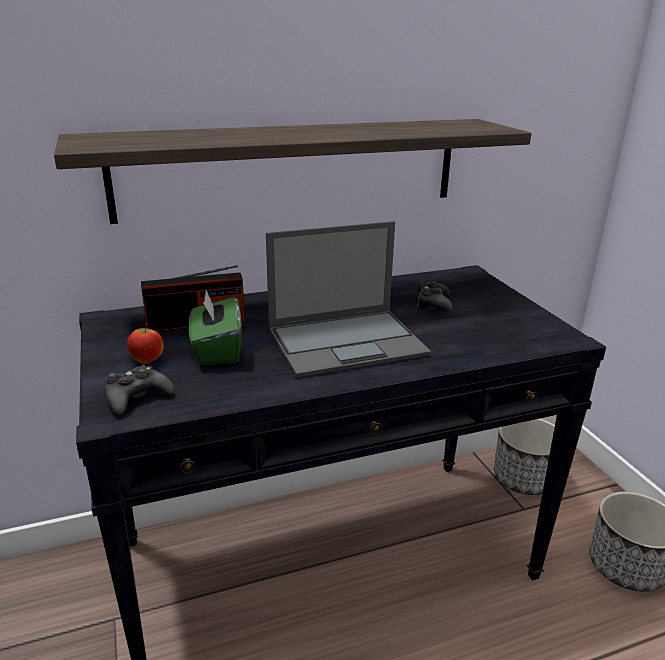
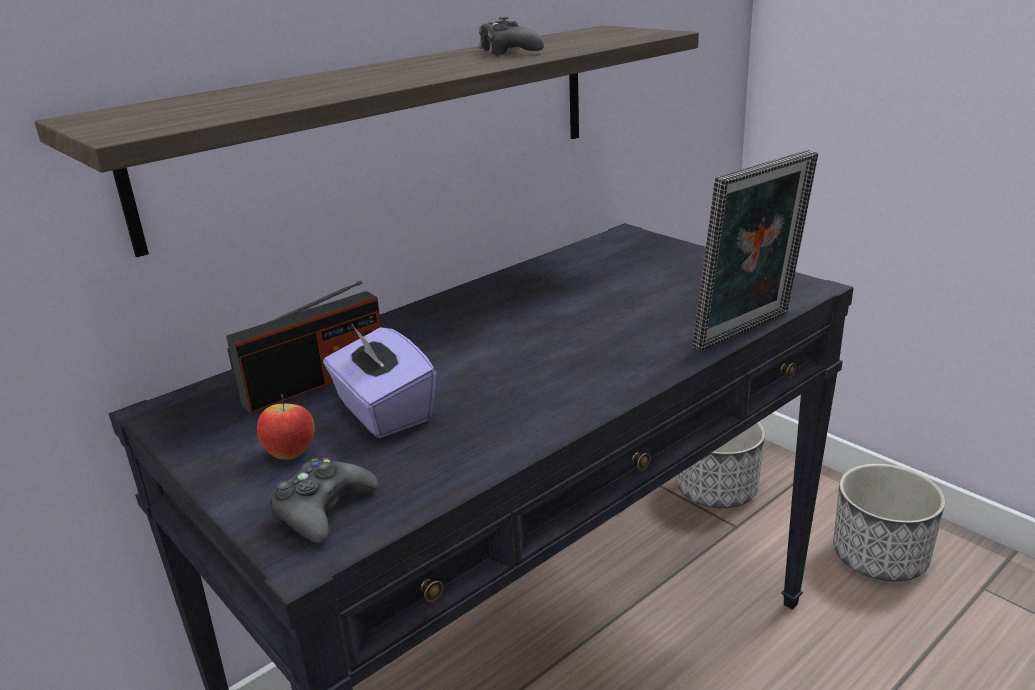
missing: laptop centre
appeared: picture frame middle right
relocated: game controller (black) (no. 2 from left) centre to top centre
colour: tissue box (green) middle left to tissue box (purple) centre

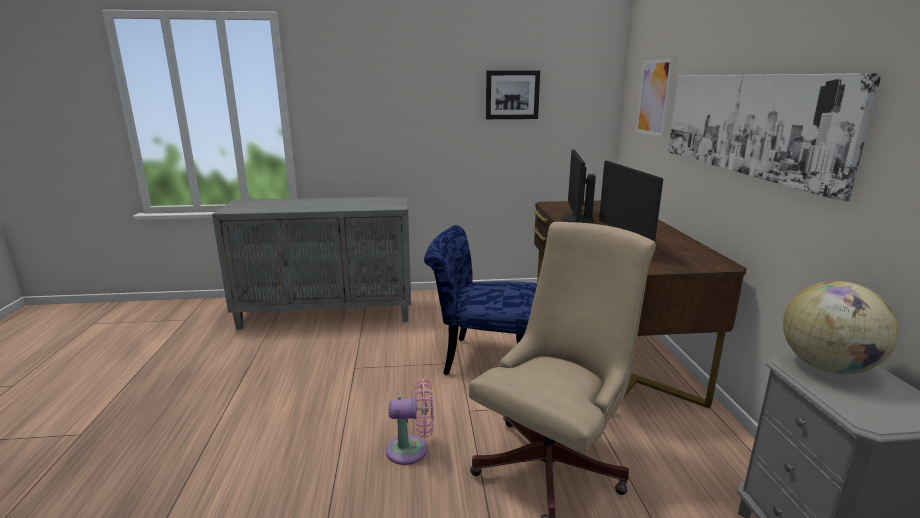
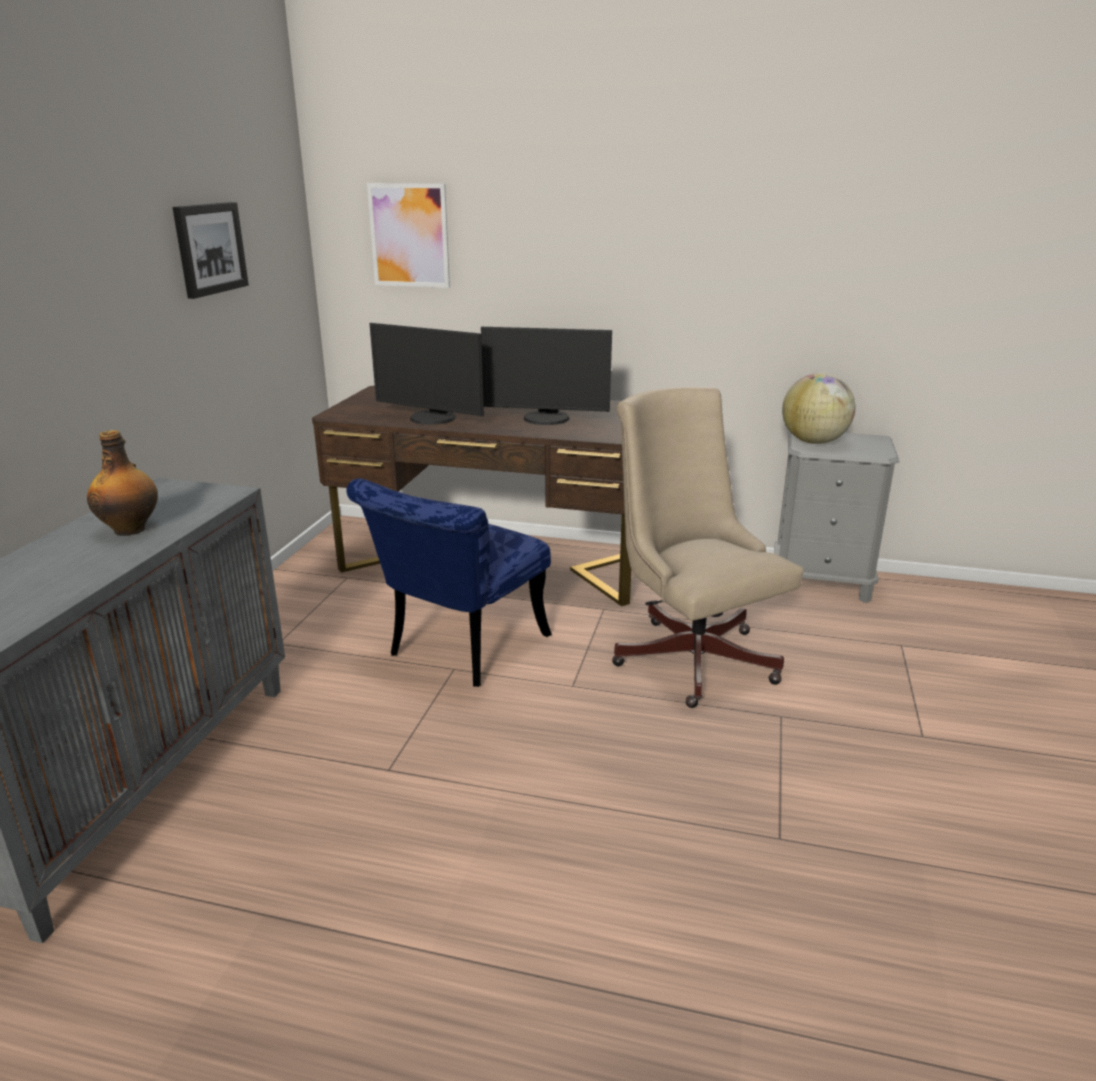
missing: fan (pink) bottom centre; picture (no. 3 from left) top right
appeared: bottle middle left

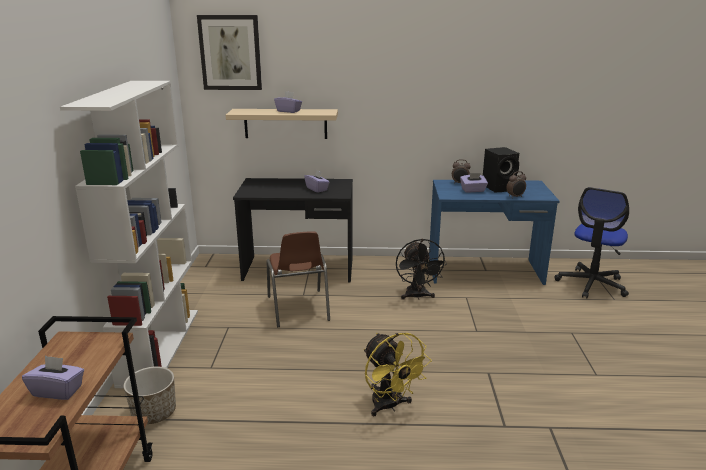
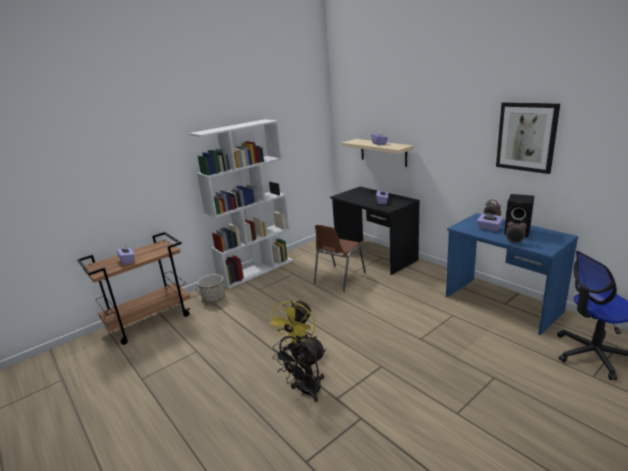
relocated: fan (black) centre to bottom centre; picture top left to top right

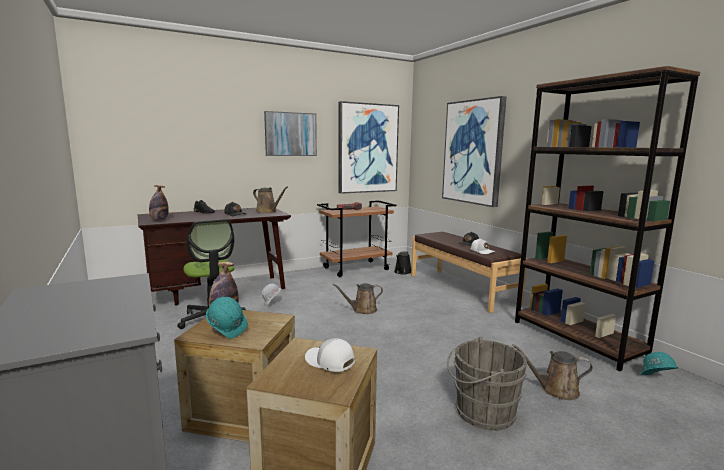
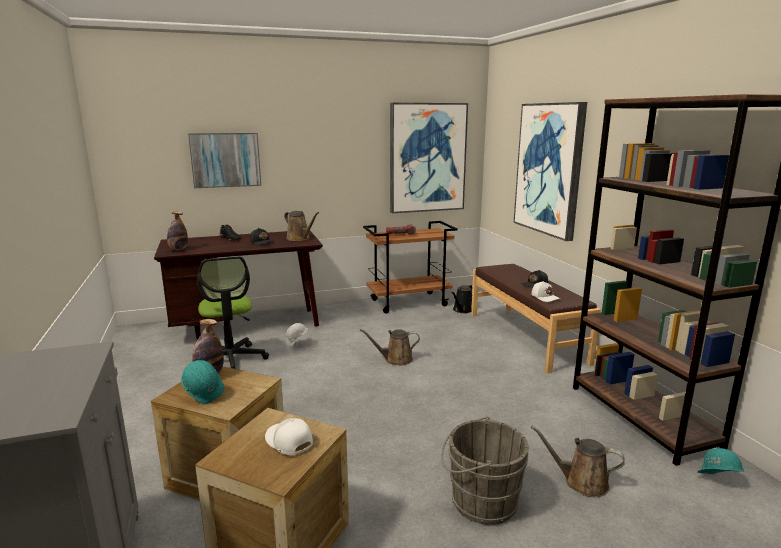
relocated: picture (no. 1 from left) top centre to top left

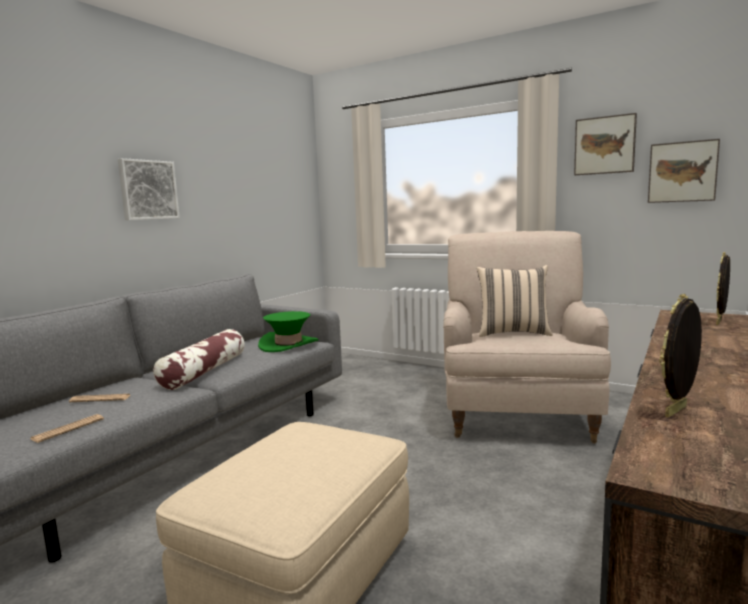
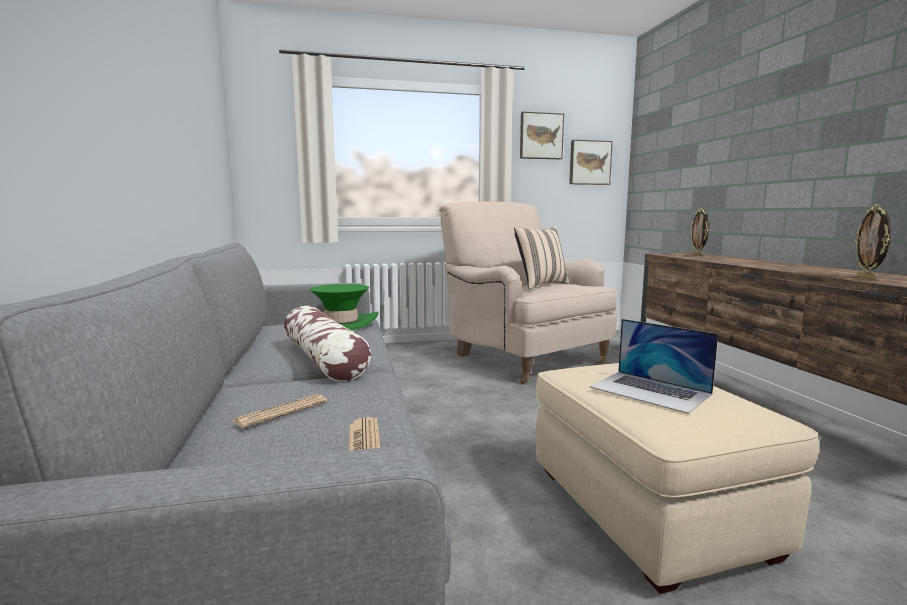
missing: picture (no. 1 from left) top left
appeared: laptop middle right

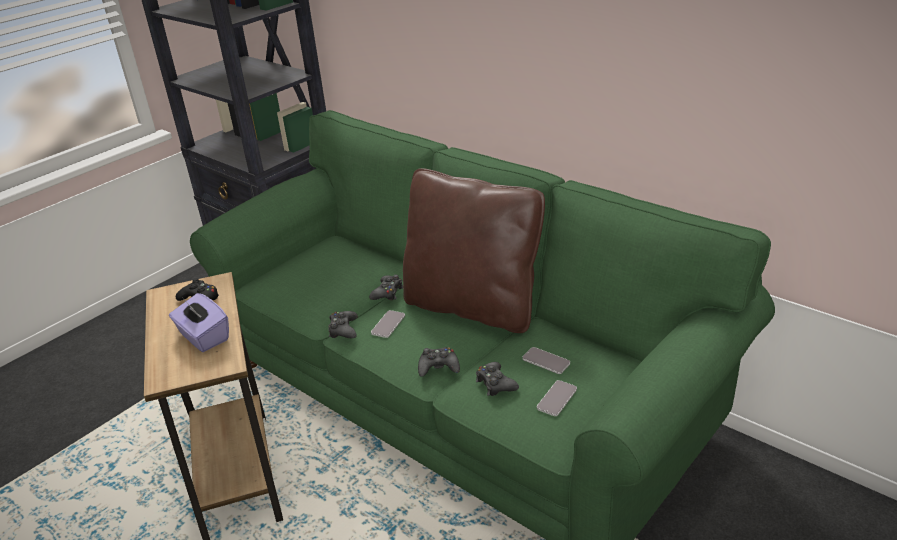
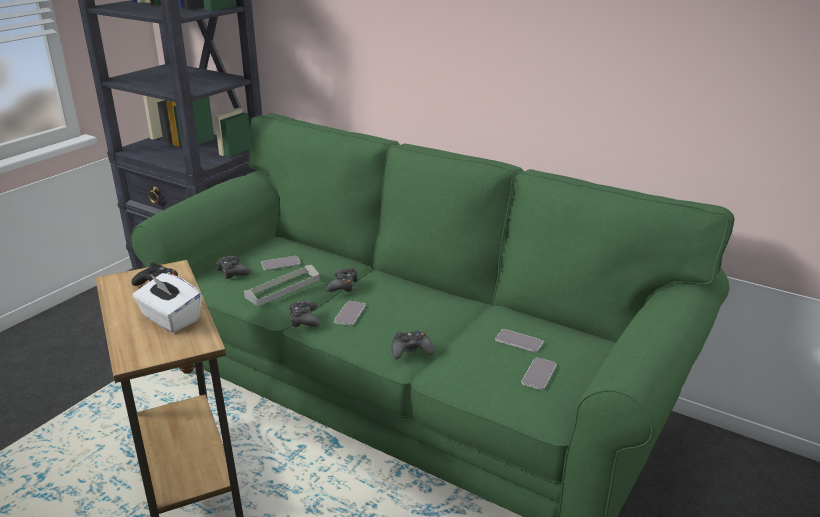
missing: pillow (brown) centre
appeared: tray (grey) centre; phone (no. 1 from left) centre
relocated: game controller (black) (no. 5 from left in the first image) bottom centre to game controller (black) (no. 2 from left) middle left
colour: tissue box (purple) middle left to tissue box (white) middle left

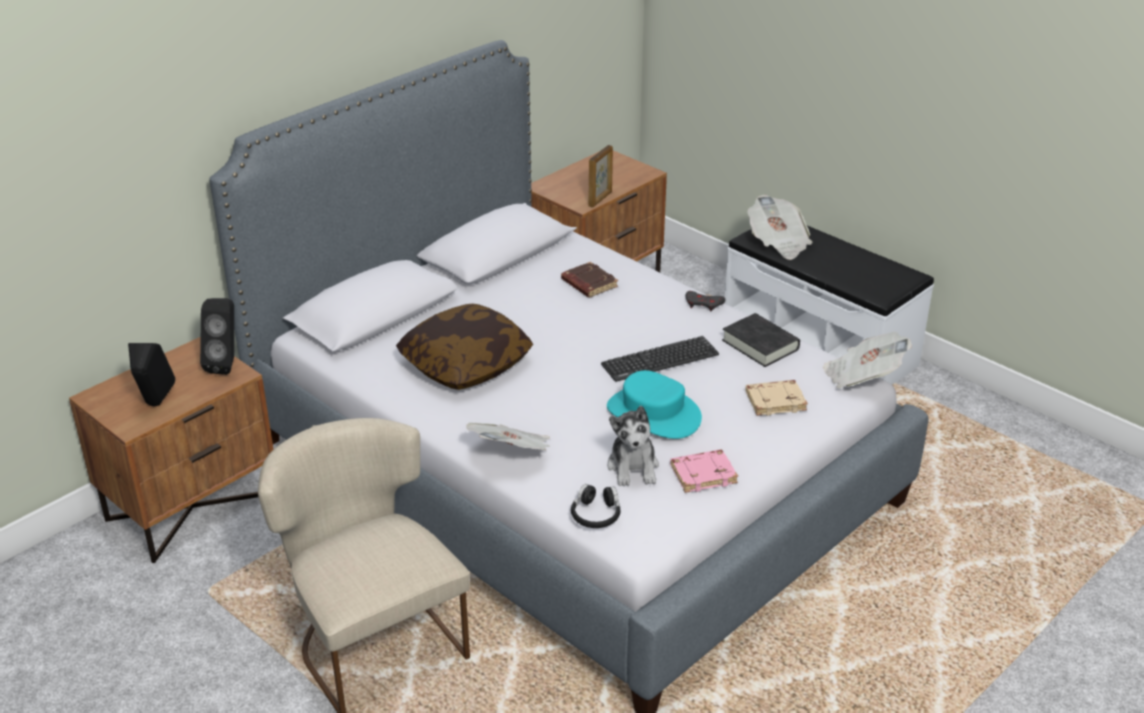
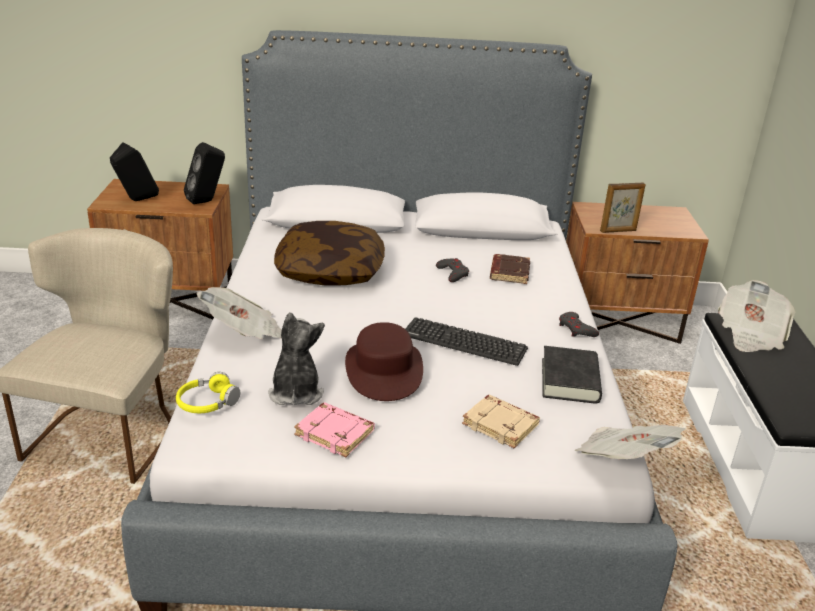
appeared: game controller (grey) (no. 1 from left) centre
colour: headphones (black) bottom centre to headphones (yellow) middle left; hat (turquoise) centre to hat (brown) centre
spun: plush toy centre = centre 135 degrees clockwise

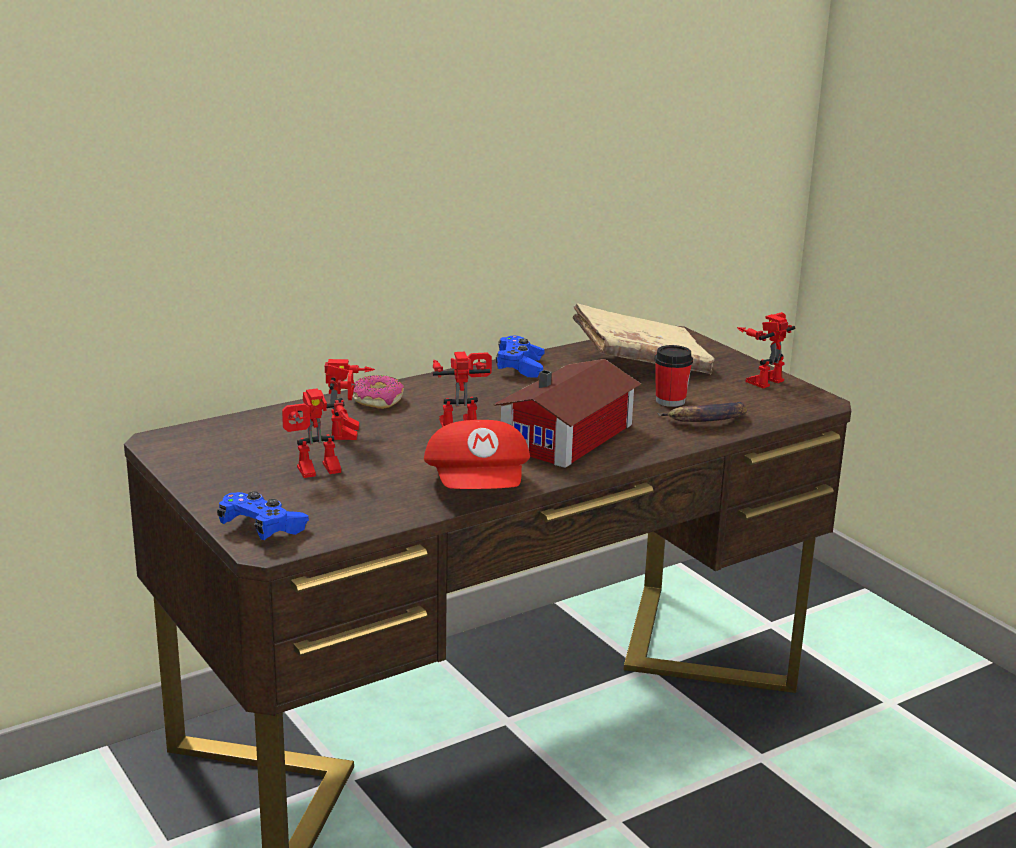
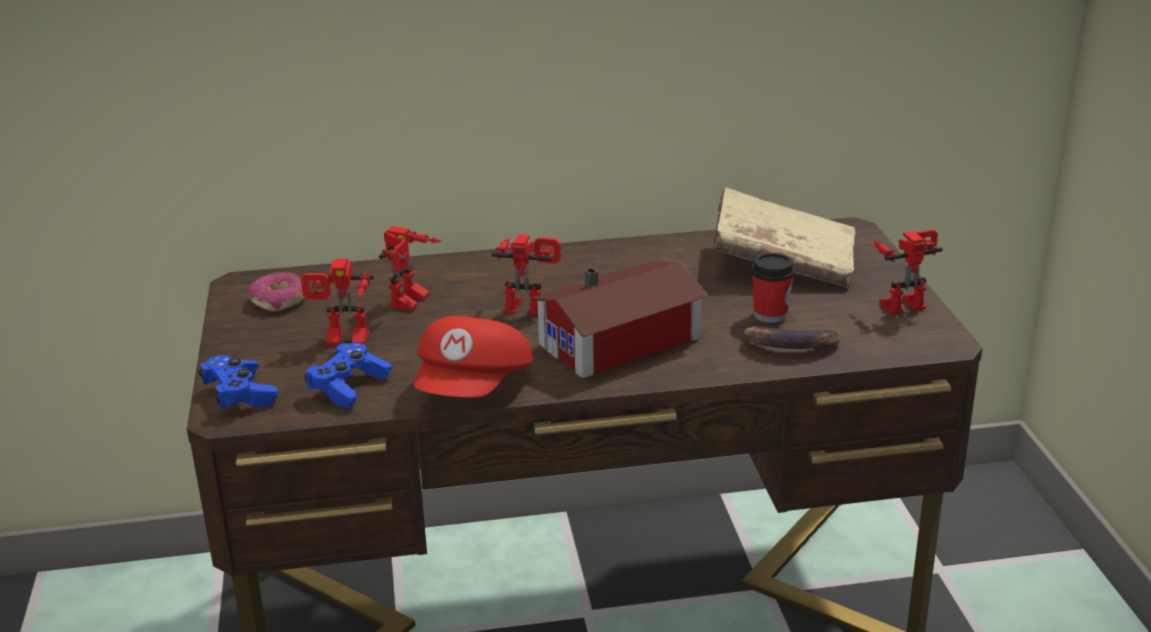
relocated: donut centre to middle left; game controller (blue) (no. 2 from left) centre to middle left

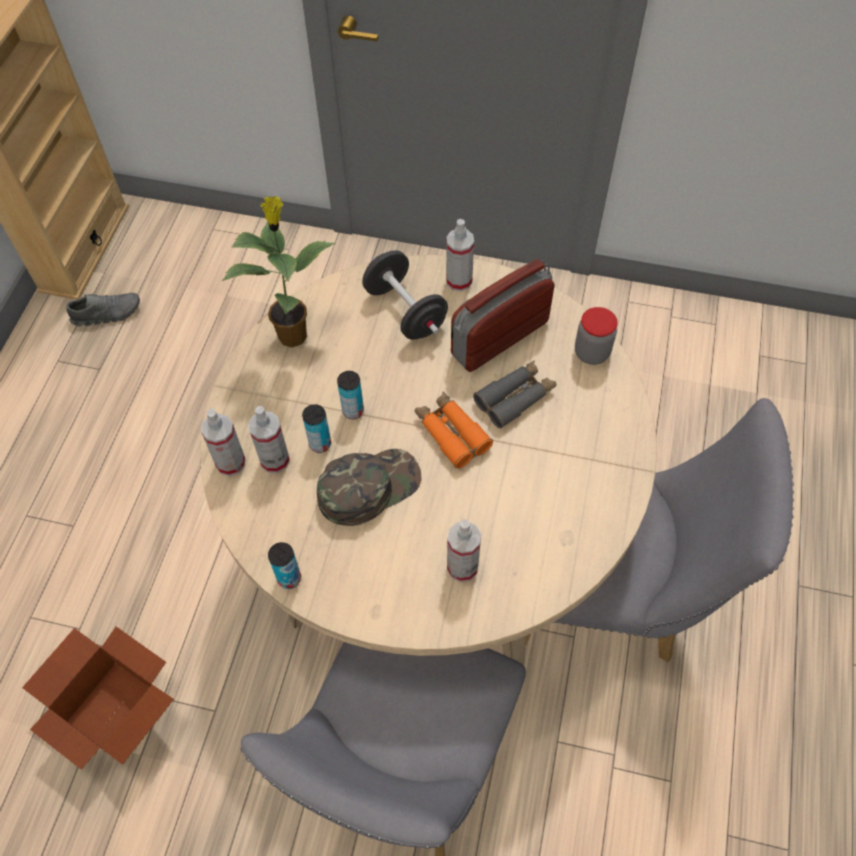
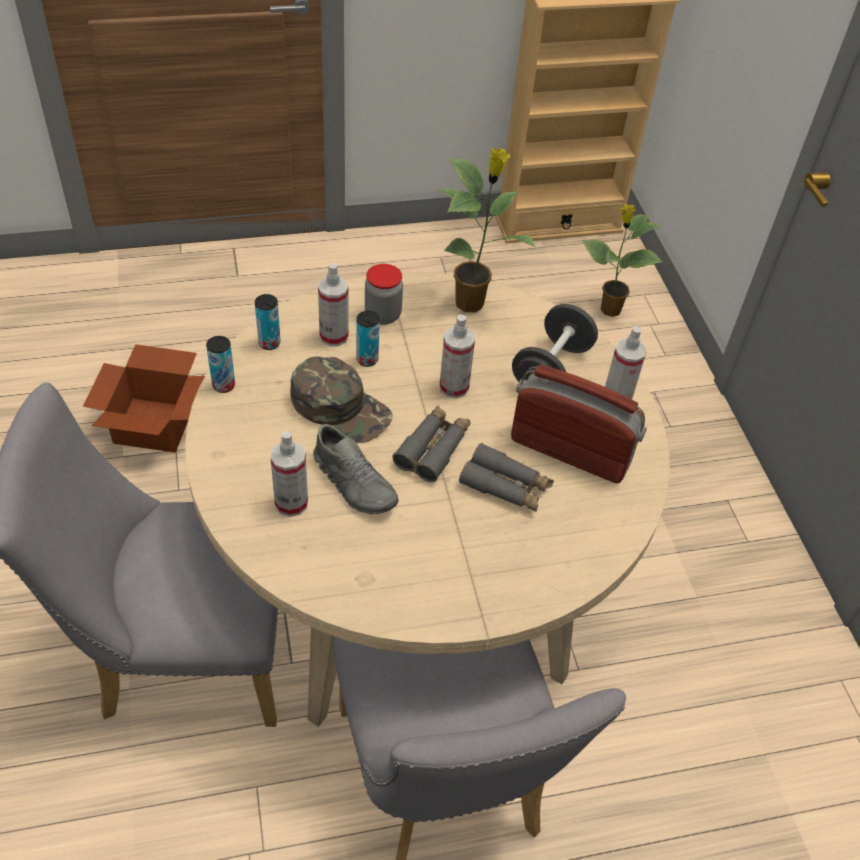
appeared: potted plant (no. 2 from left) top right
relocated: can (no. 3 from left in the first image) centre to can (no. 2 from left) middle left; shoe (grey) middle left to centre; jar middle right to centre; spray bottle (no. 1 from left in the first image) middle left to spray bottle (no. 3 from left) centre
colour: binoculars (orange) centre to binoculars (grey) (no. 1 from left) centre

